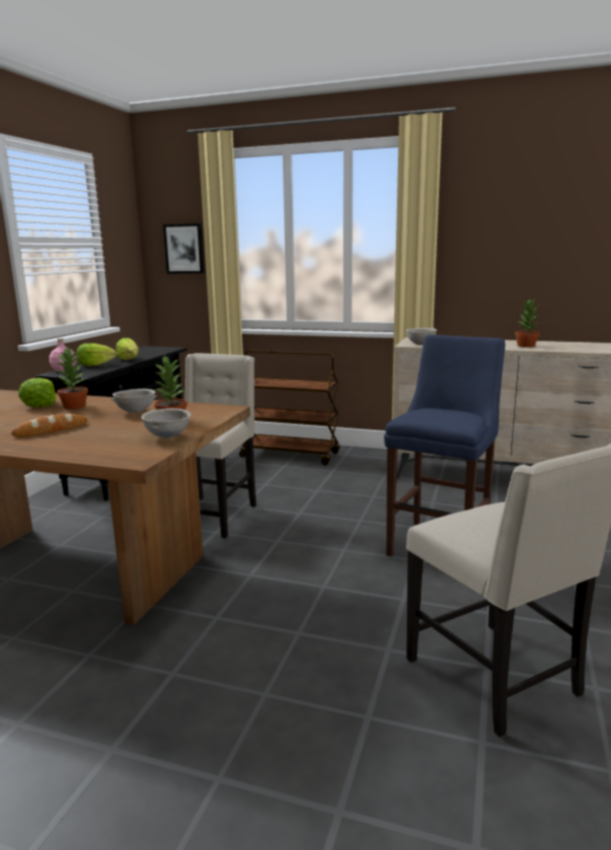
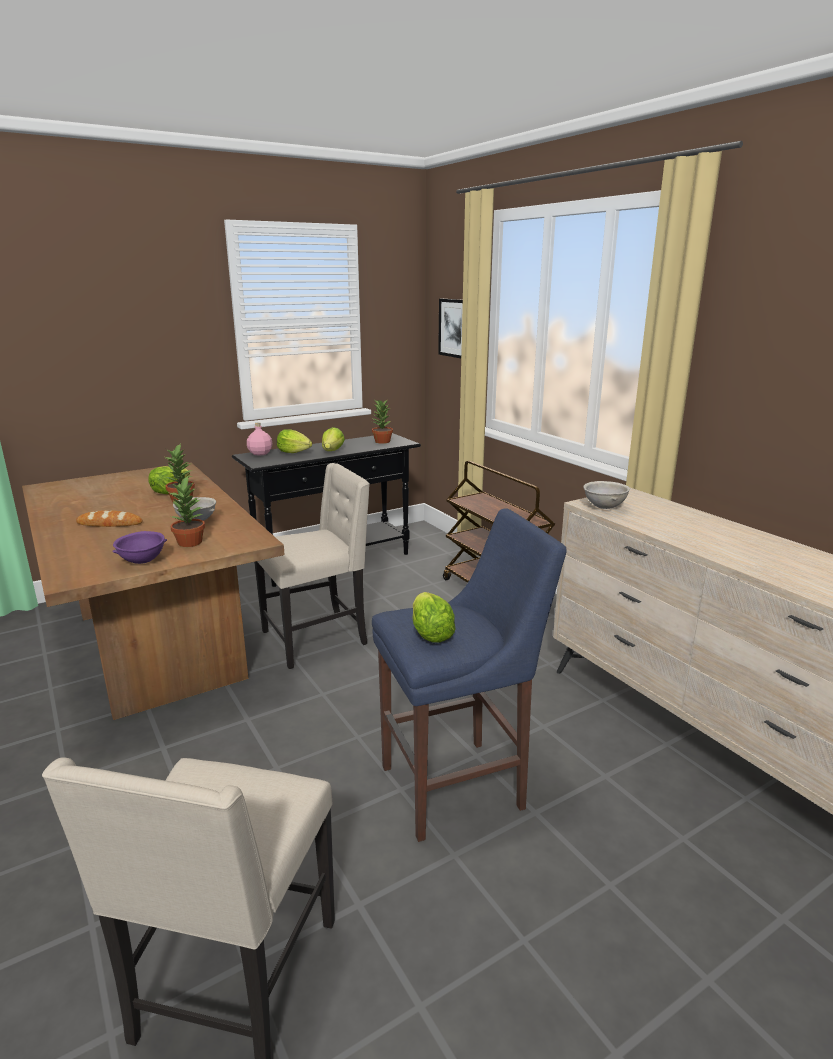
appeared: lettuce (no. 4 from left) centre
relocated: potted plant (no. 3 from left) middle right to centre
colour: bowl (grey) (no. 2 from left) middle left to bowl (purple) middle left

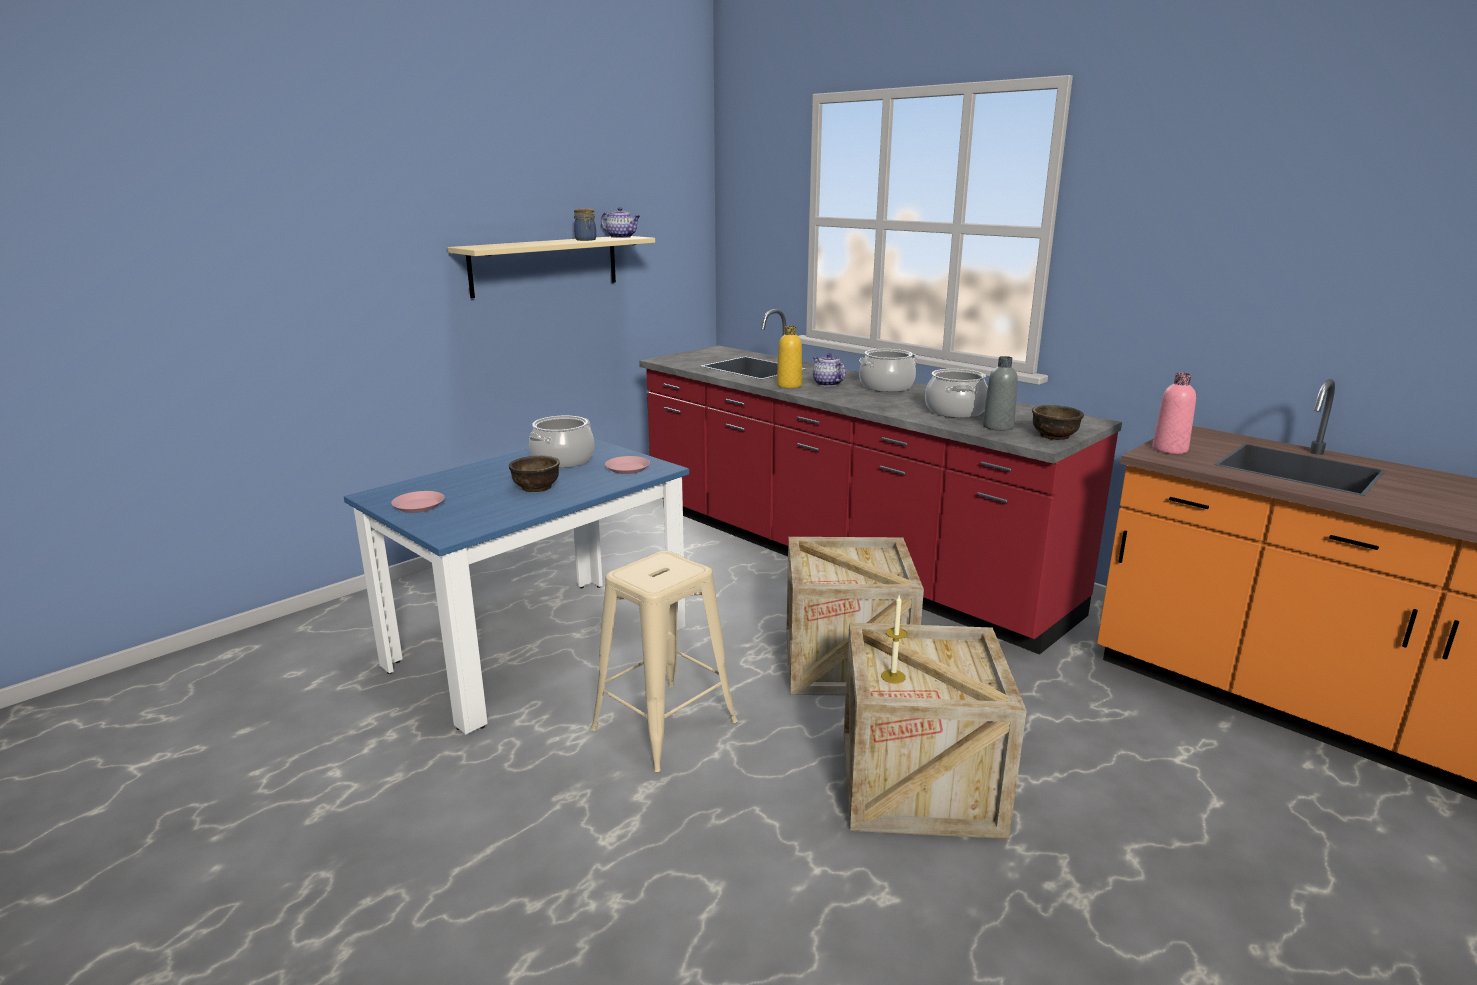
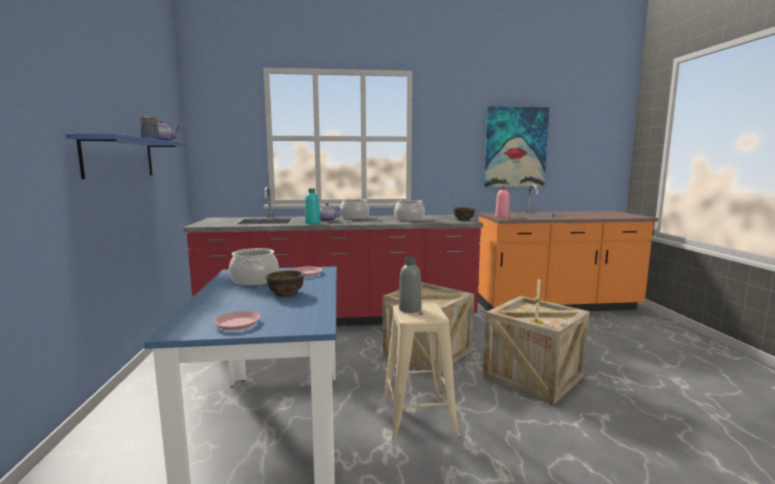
appeared: picture top centre
relocated: bottle (grey) middle right to centre
colour: shelf (beige) top centre to shelf (blue) top left; bottle (yellow) centre to bottle (turquoise) centre

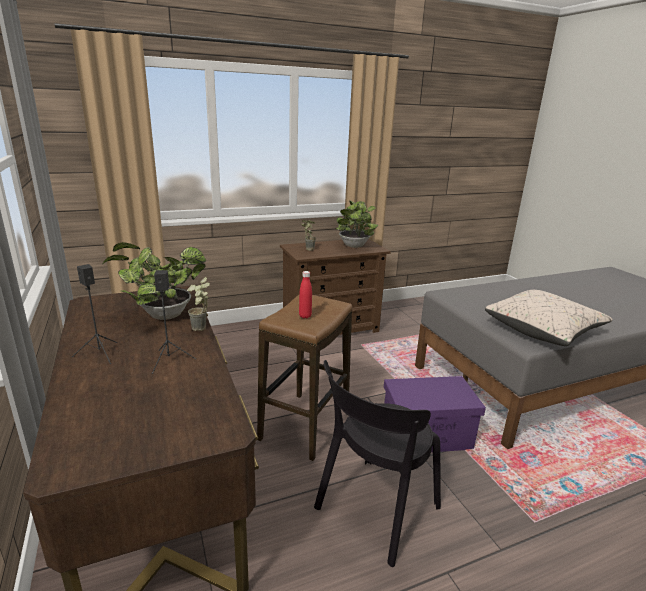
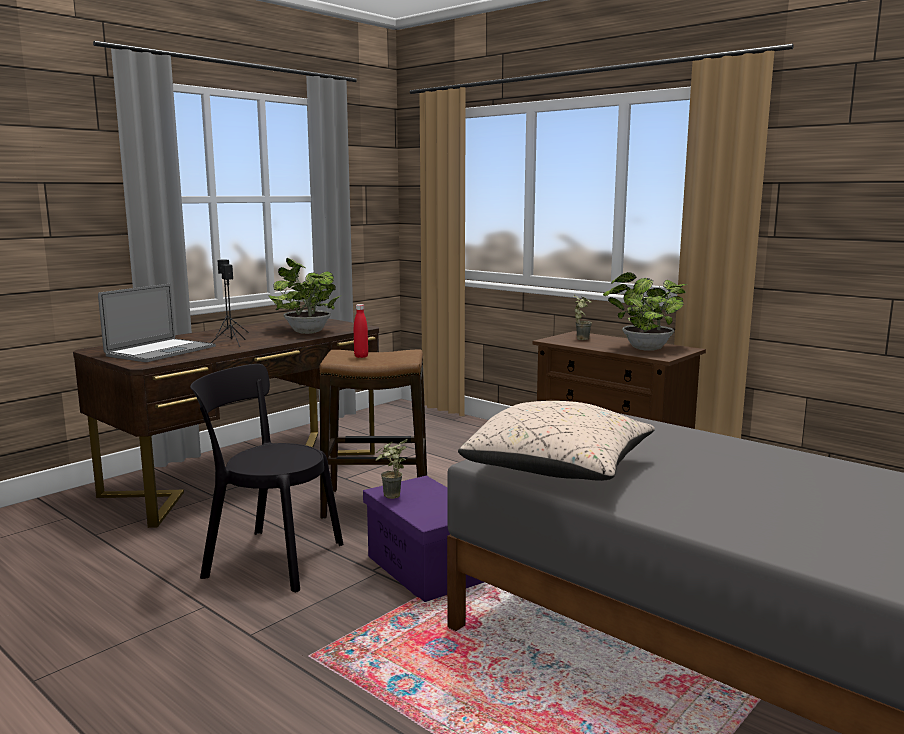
appeared: laptop middle left
relocated: potted plant (no. 2 from left) middle left to centre

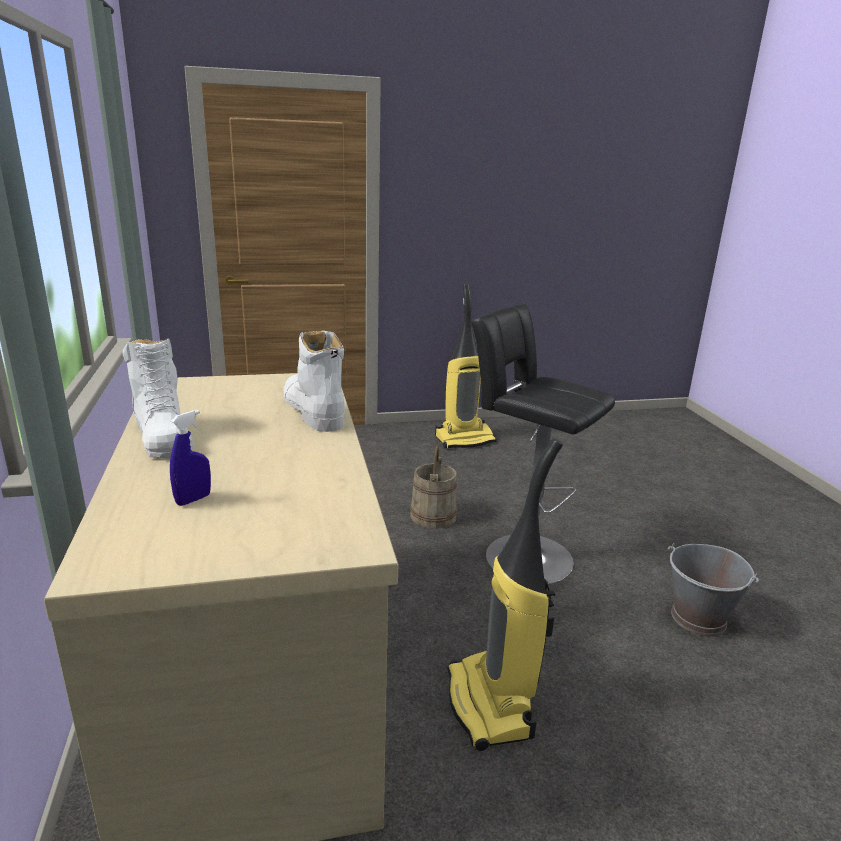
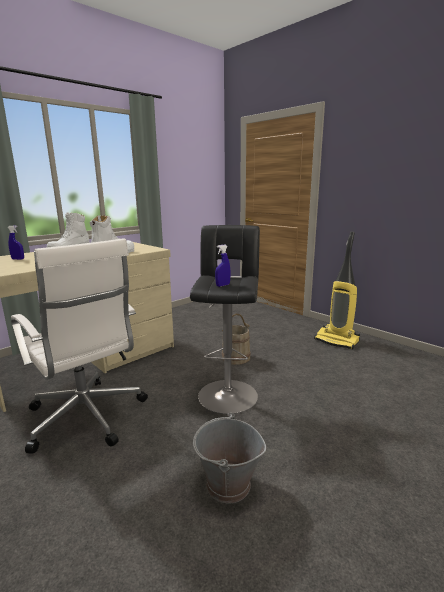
appeared: spray bottle (blue) (no. 2 from left) centre
exchanged: vacuum cleaner (no. 2 from left) bottom centre to office chair (white) middle left

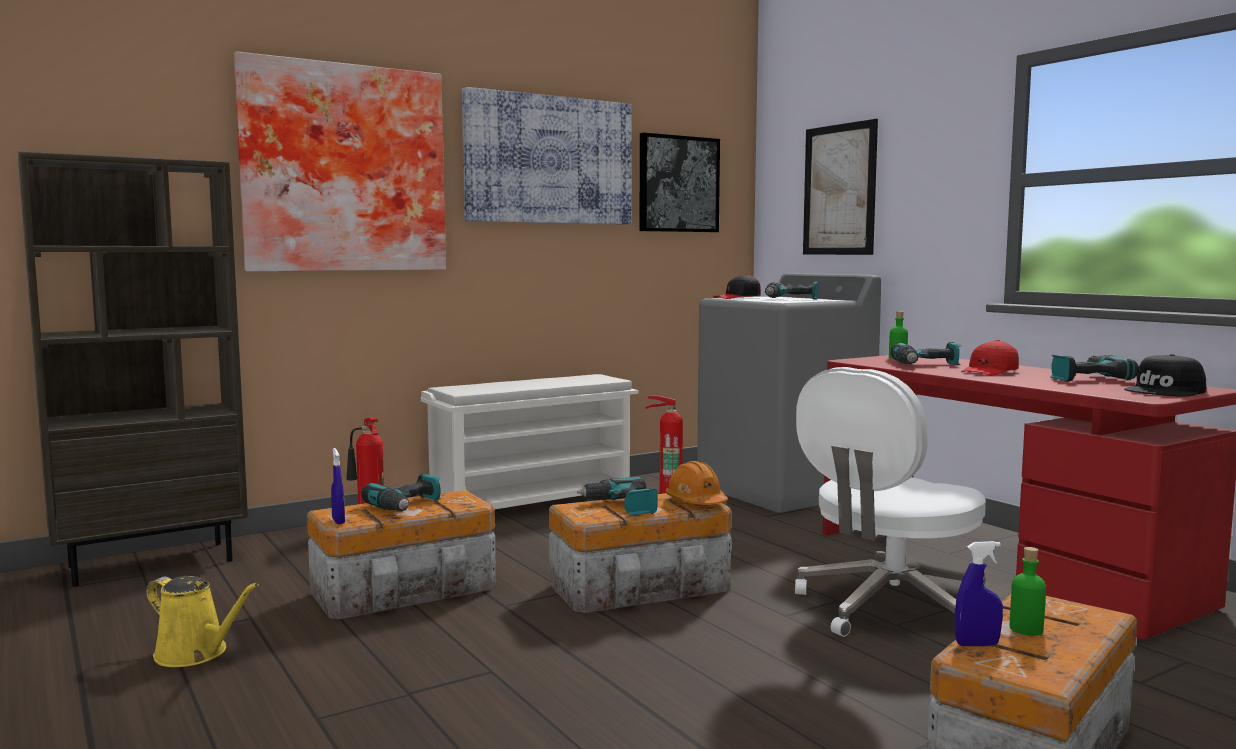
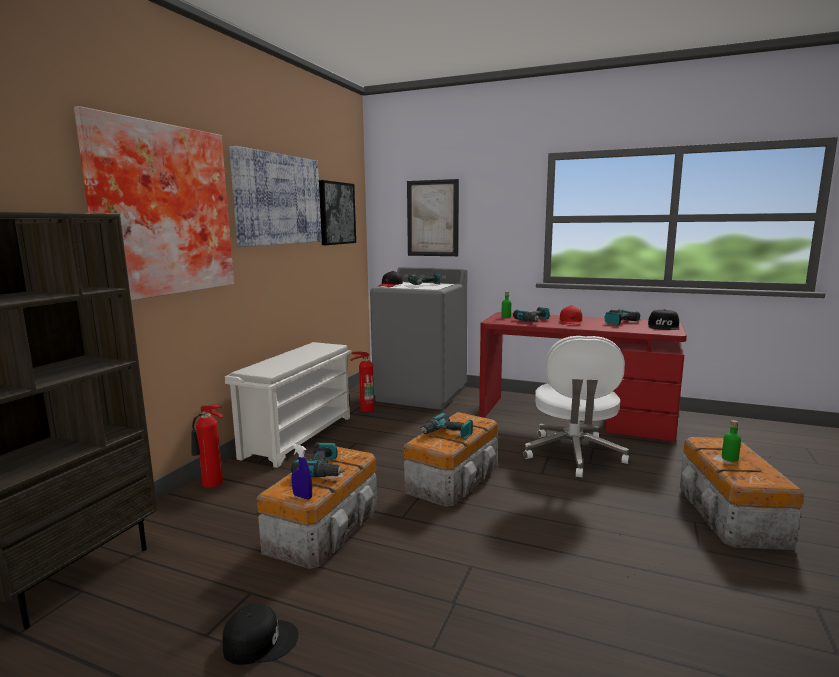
missing: hard hat (orange) centre; spray bottle (blue) (no. 2 from left) bottom right
exchanged: watering can (yellow) bottom left to cap (black) (no. 1 from left) bottom left

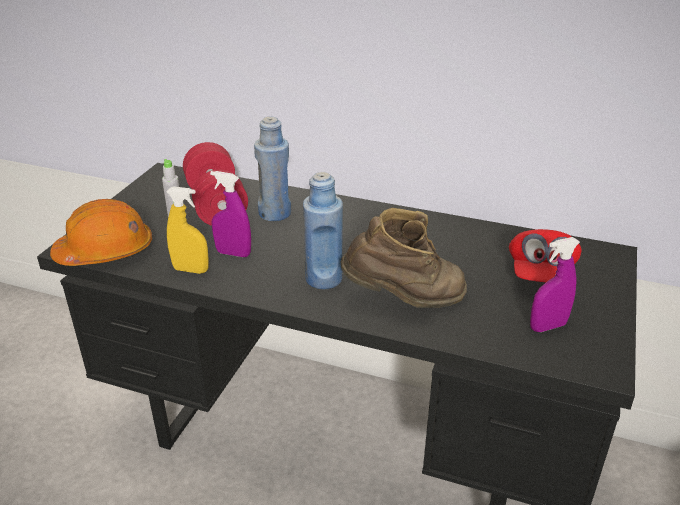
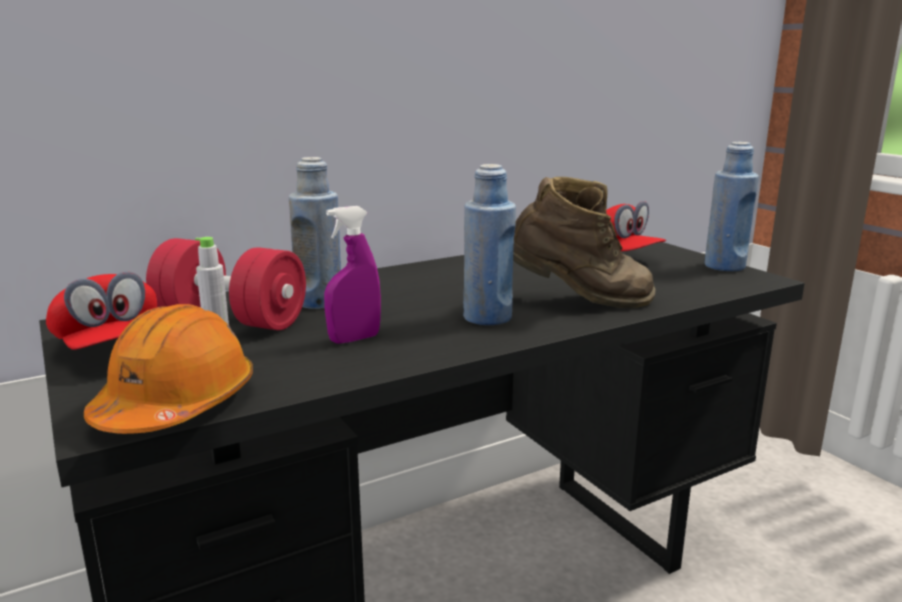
missing: spray bottle (yellow) middle left; spray bottle (purple) (no. 2 from left) middle right
appeared: cap (red) (no. 1 from left) middle left; bottle (blue) (no. 3 from left) middle right
spun: boot (brown) centre = centre 60 degrees clockwise

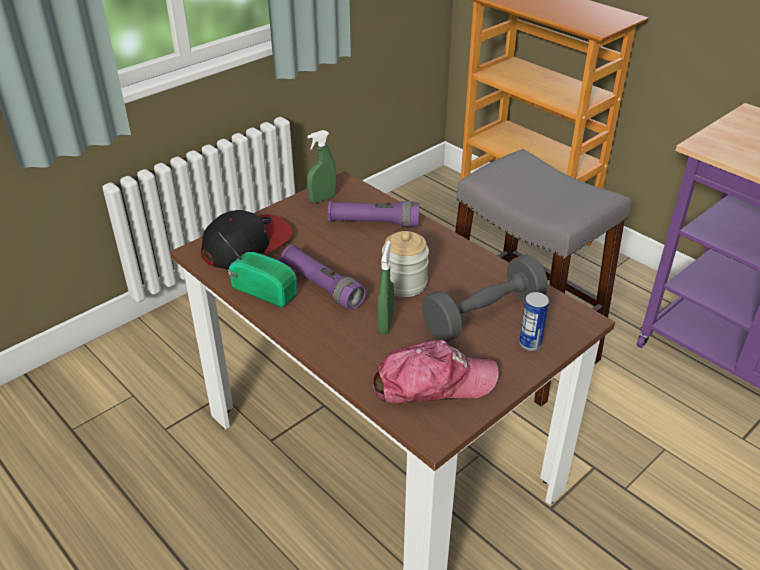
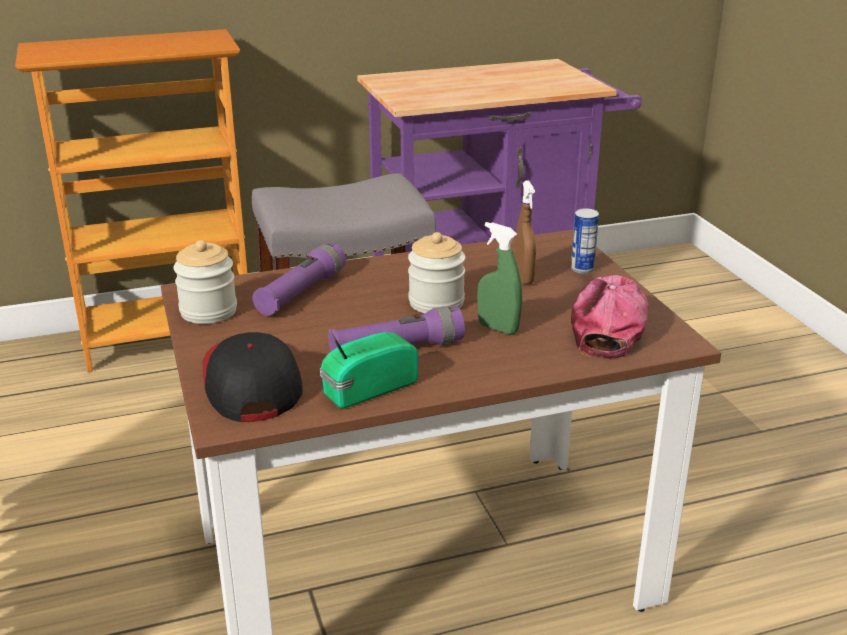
exchanged: spray bottle (green) (no. 1 from left) top centre to jar (no. 1 from left) middle left; dumbbell (grey) centre to spray bottle (brown) centre

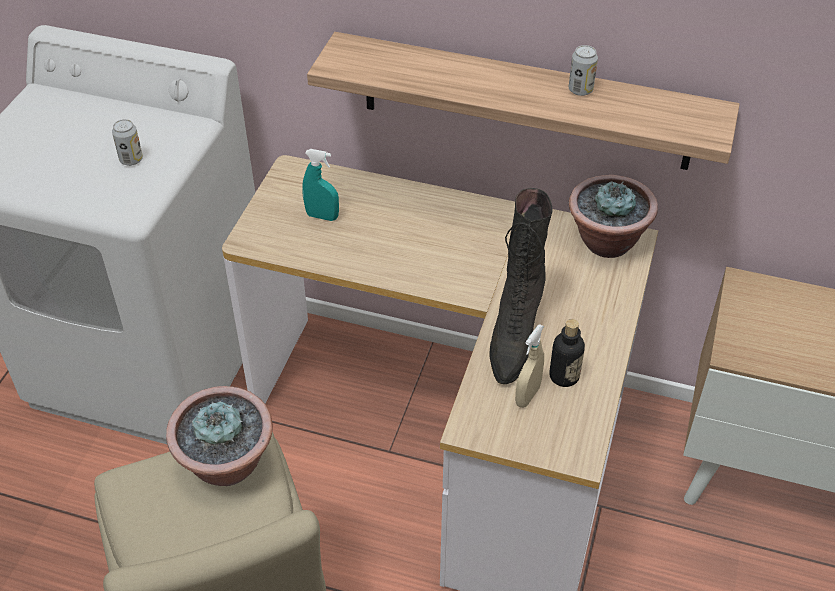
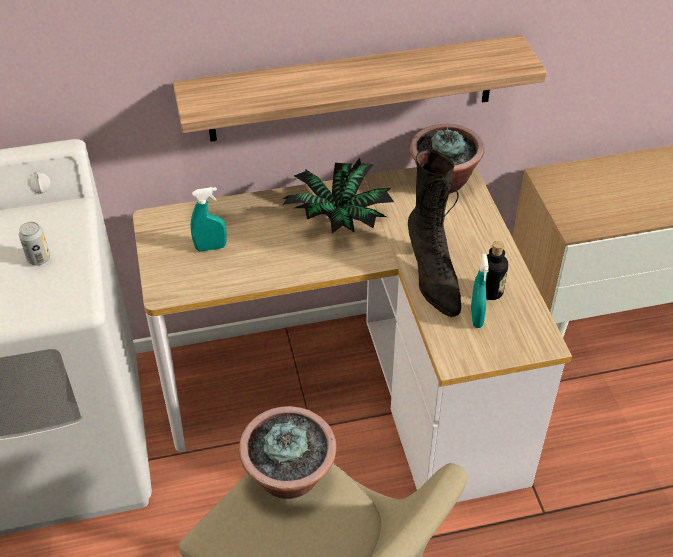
missing: can (no. 2 from left) top right
appeared: potted plant (no. 2 from left) centre
colour: spray bottle (beige) centre to spray bottle (turquoise) (no. 2 from left) middle right

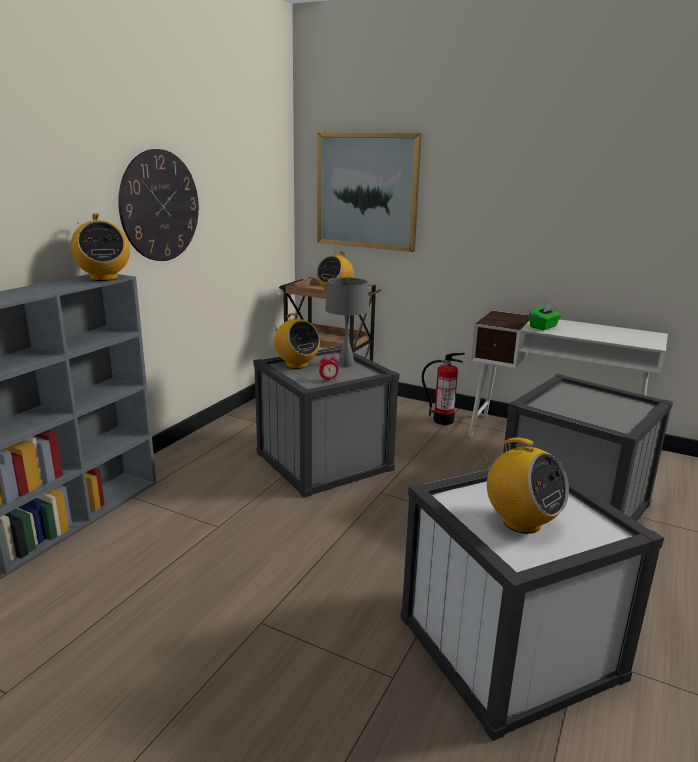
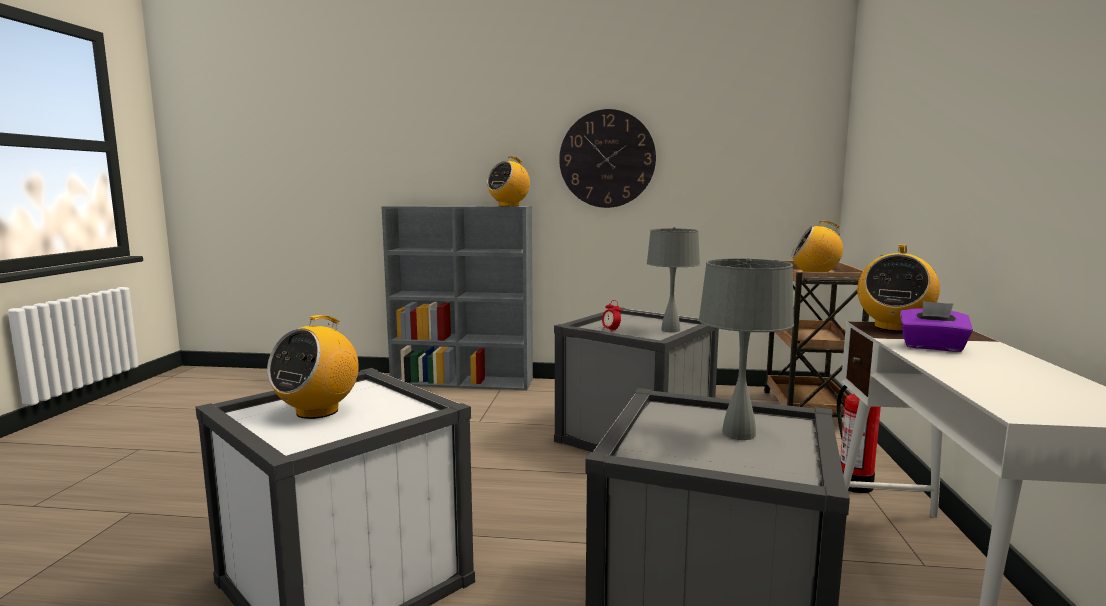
missing: picture top centre
appeared: table lamp (grey) (no. 2 from left) middle right
relocated: radio (no. 2 from left in the first image) centre to radio (no. 4 from left) middle right
colour: tissue box (green) middle right to tissue box (purple) middle right

